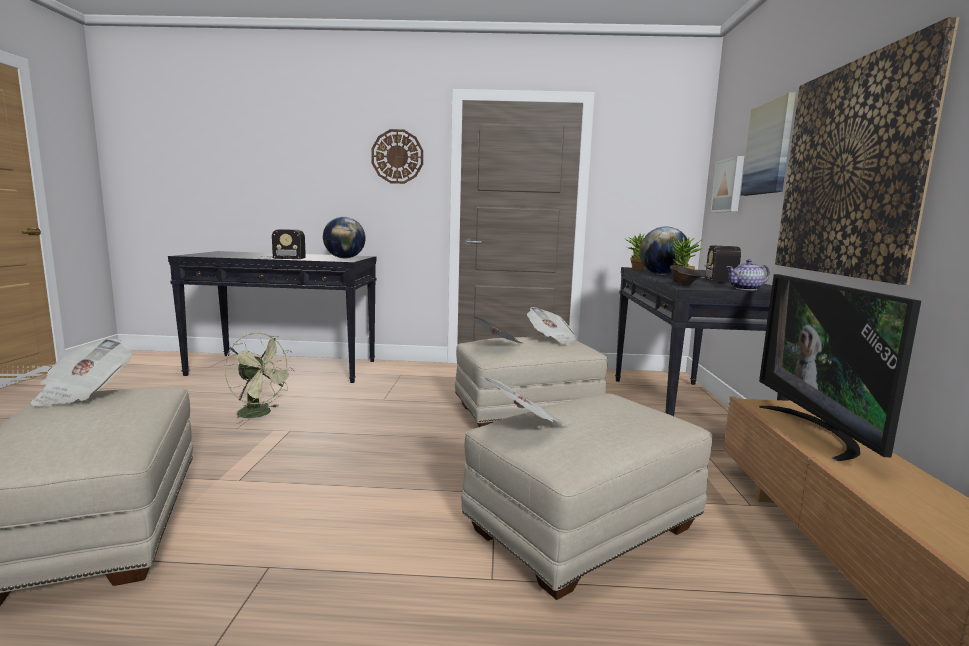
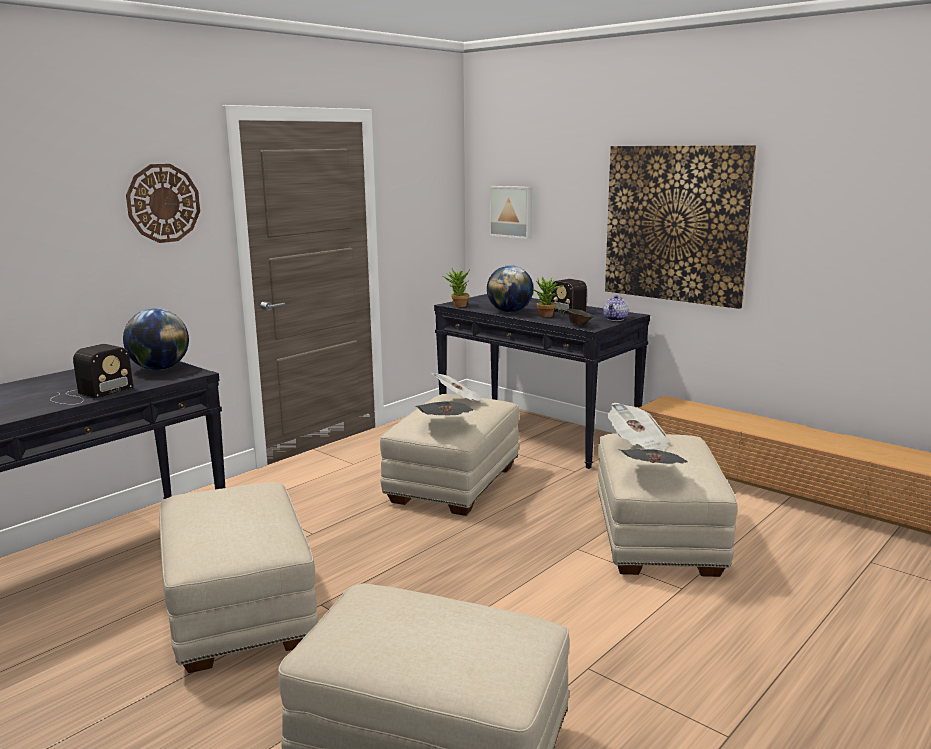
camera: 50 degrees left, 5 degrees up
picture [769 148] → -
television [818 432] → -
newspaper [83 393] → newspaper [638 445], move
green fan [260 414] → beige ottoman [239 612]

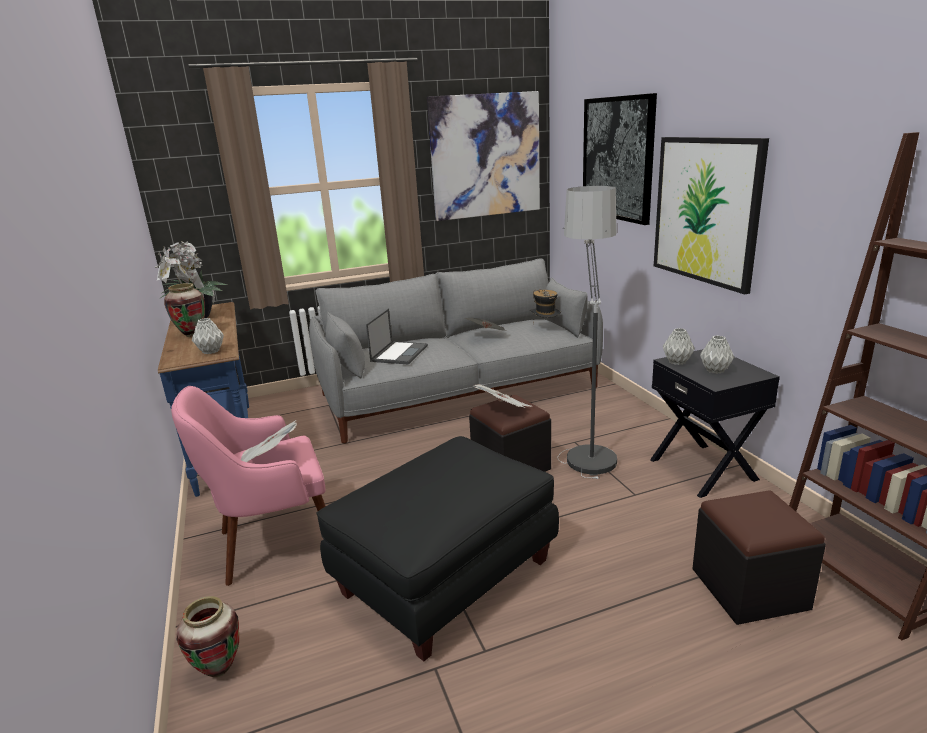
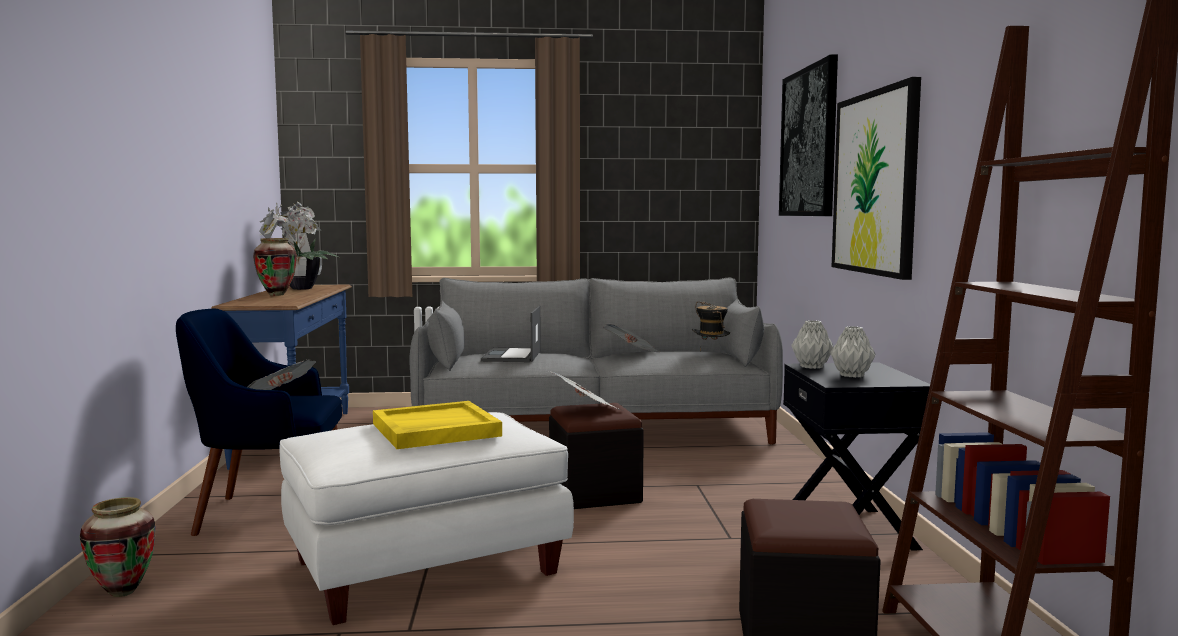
camera: 15 degrees right, 15 degrees down
grey vase [210 351] → -
picture [485 156] → -
floor lamp [586 443] → -
- → yellow tray [435 430]
pink armchair [274 543] → blue armchair [270 513]
black ottoman [446 576] → white ottoman [426 566]
laptop [399 353] → laptop [512 356], 150 degrees clockwise

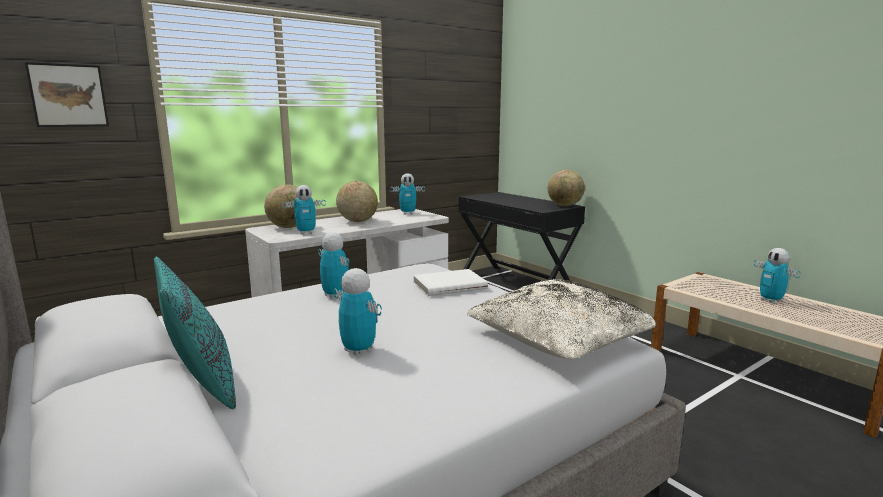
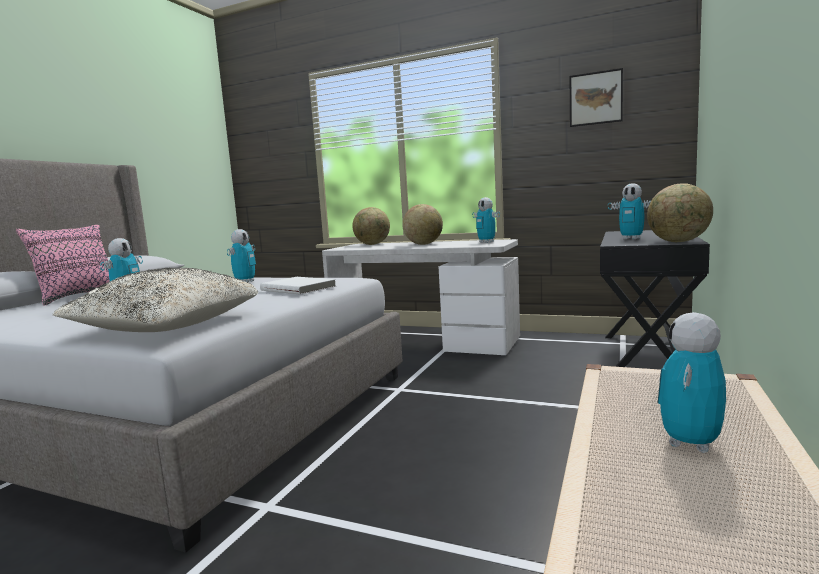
camera: 60 degrees right, 5 degrees down
picture [68 95] → picture [595 98], move
toy robot [306 233] → toy robot [631 239], move
turquoise pillow [201 384] → pink pillow [79 297]

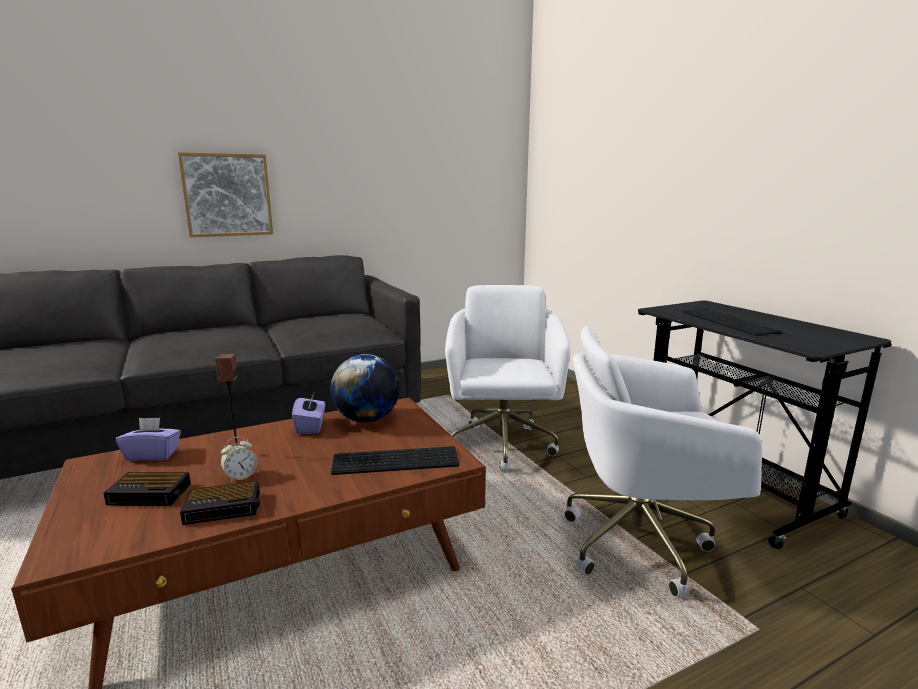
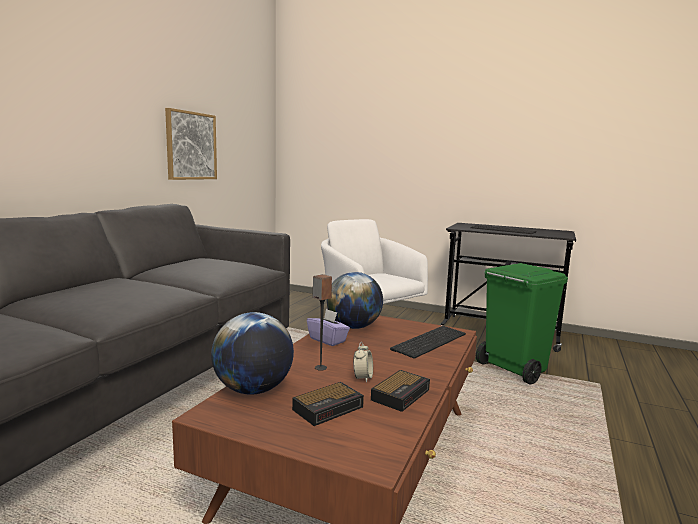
camera: 40 degrees left, 5 degrees down
picture [227 195] → picture [191 146], move
purple tissue box [153 455] → globe [253 390]
white office chair [642 545] → green trash can [514 369]

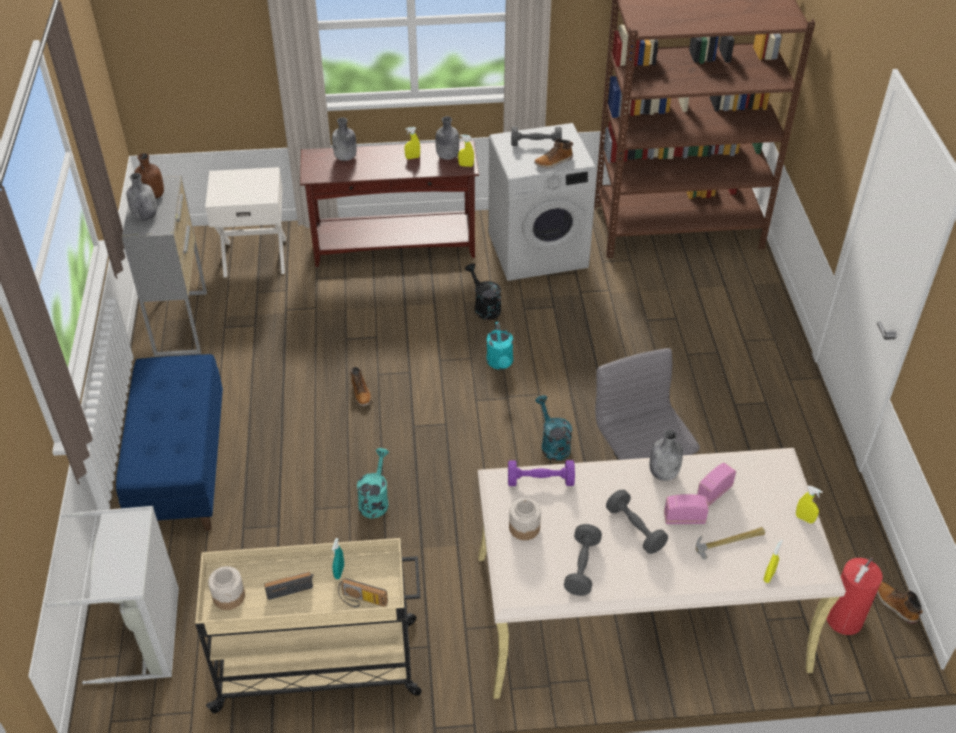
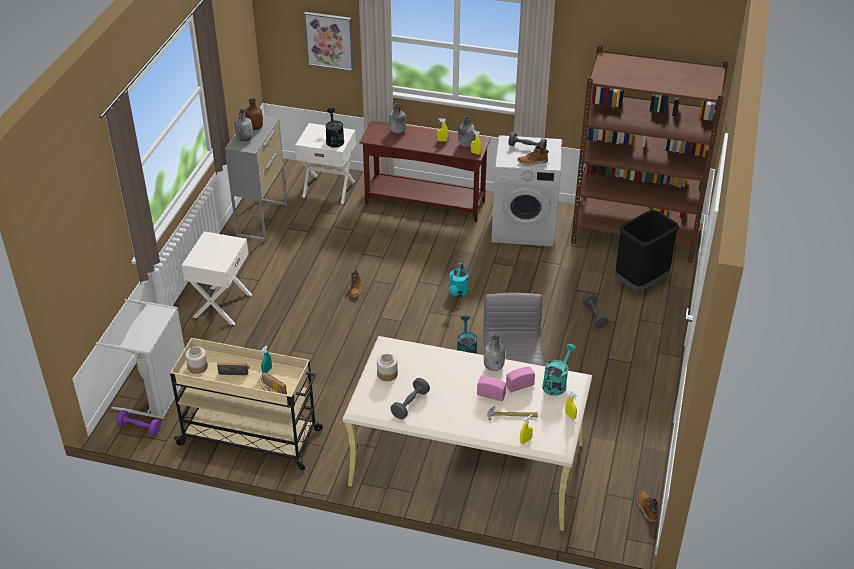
camera: 20 degrees right, 5 degrees down
fire extinguisher [845 618] → -
- → picture [329 40]
- → black trash can [640 283]
turquoise watering can [375 500] → turquoise watering can [556 383], move
black watering can [484 307] → black watering can [334 139], move
purple dumbbell [540 481] → purple dumbbell [139 428], move
grey dumbbell [635 529] → grey dumbbell [594 316], move
blue bench [180 468] → white nightstand [221 305]

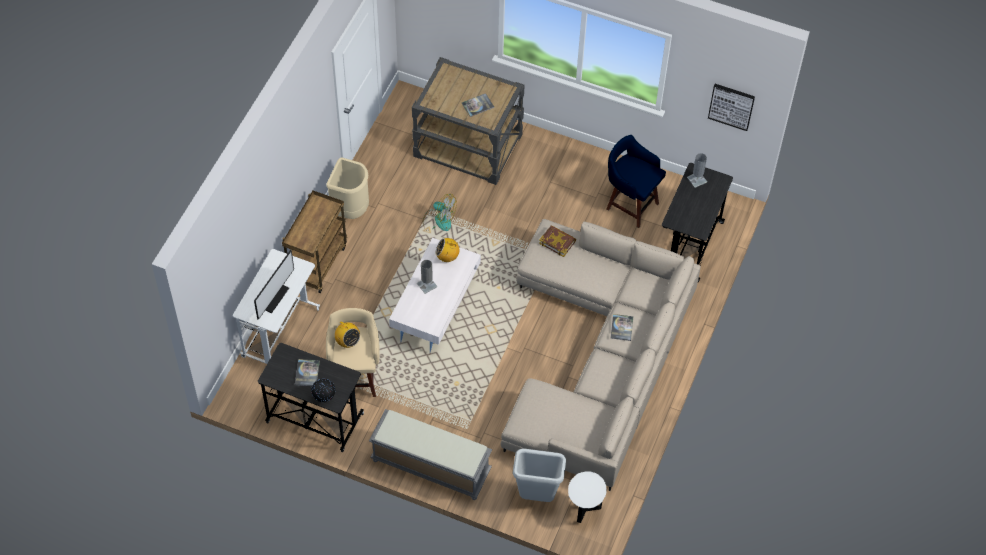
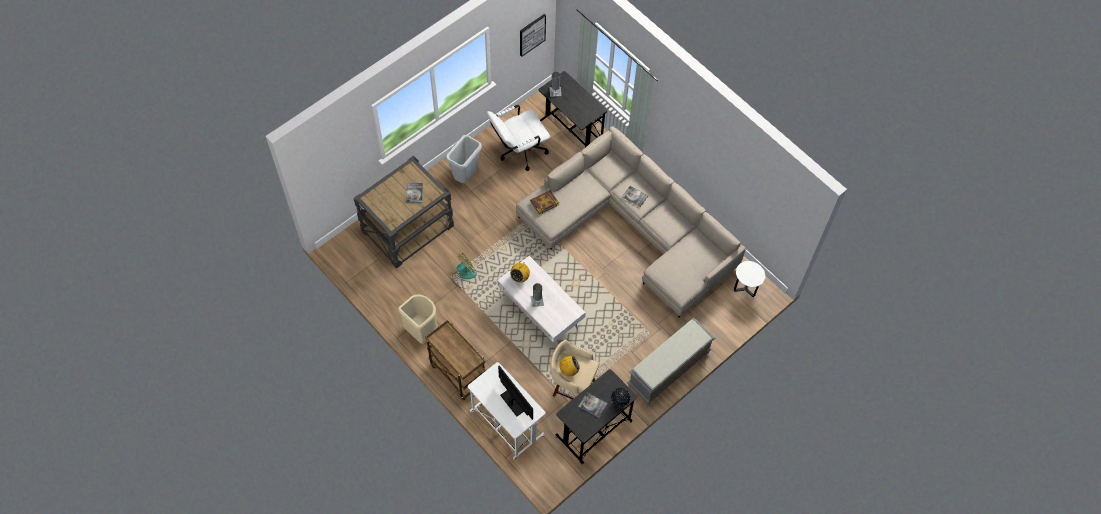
camera: 65 degrees left, 5 degrees up
grey trash can [537 495] → grey trash can [465 176], move
blue stool [630 205] → white office chair [518 152]

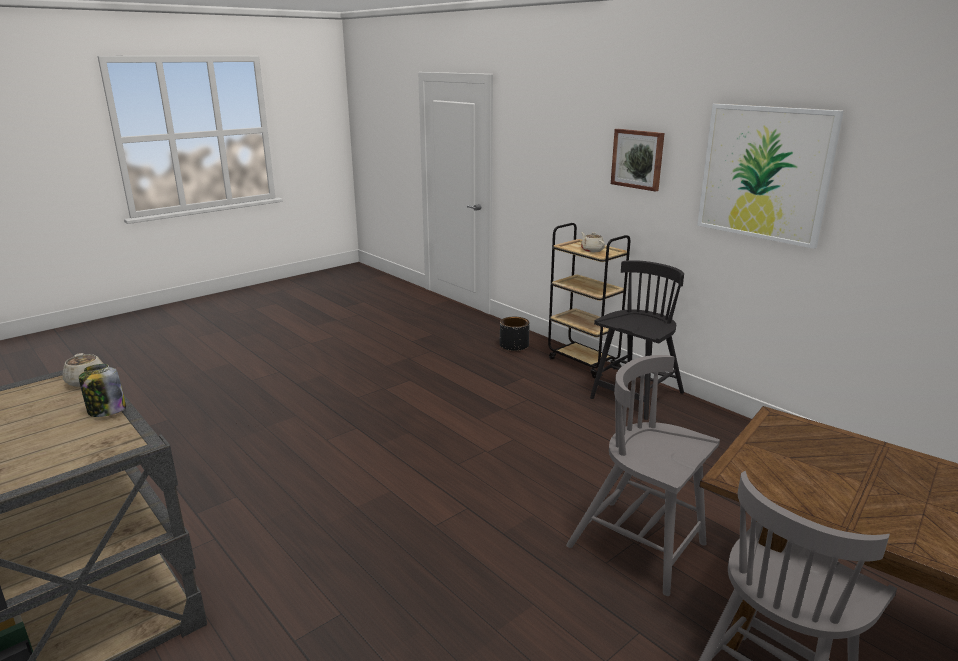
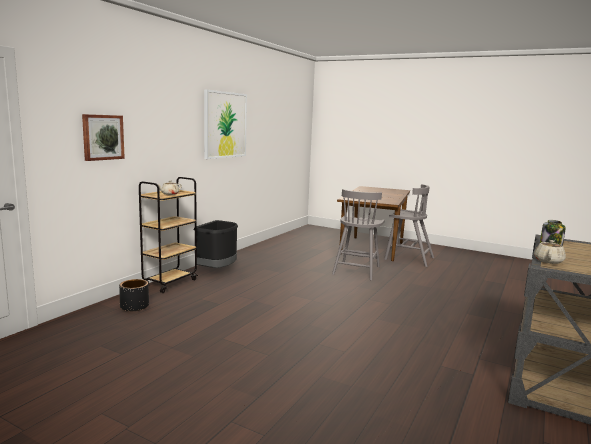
camera: 110 degrees left, 10 degrees down
picture [638 159] → picture [102 137], move
black chair [636 396] → black trash can [217 270]

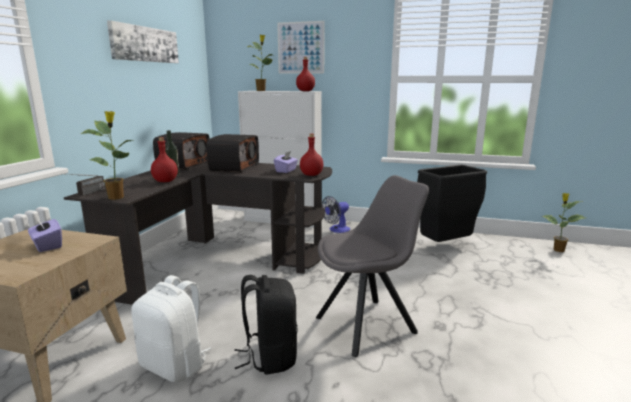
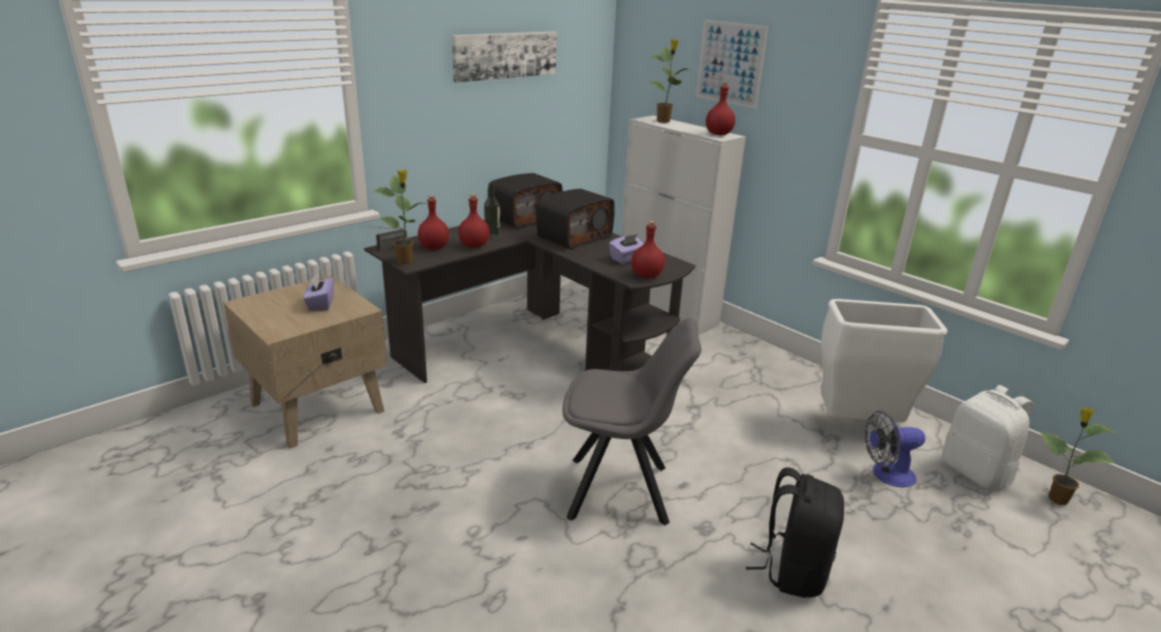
camera: 30 degrees right, 10 degrees up
- → red bottle [434 247]
white backpack [175 365] → white backpack [976 472], move
black backpack [270 356] → black backpack [792 570], move
fan [336 230] → fan [886 475], move
black trash can [445 246] → white trash can [858 426]

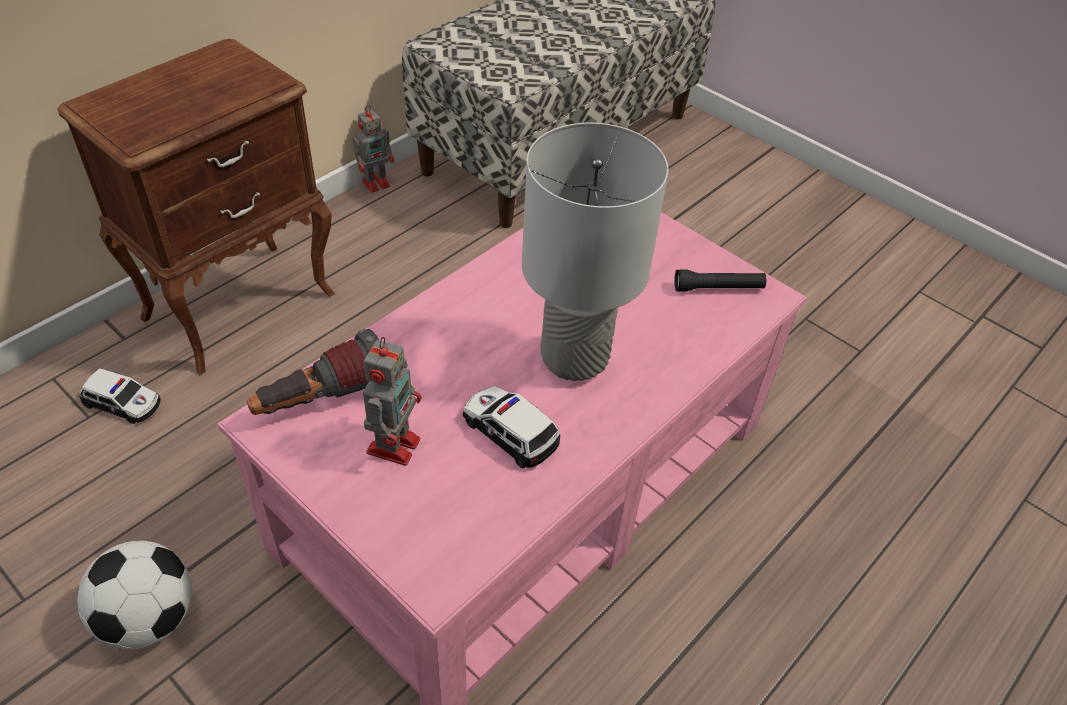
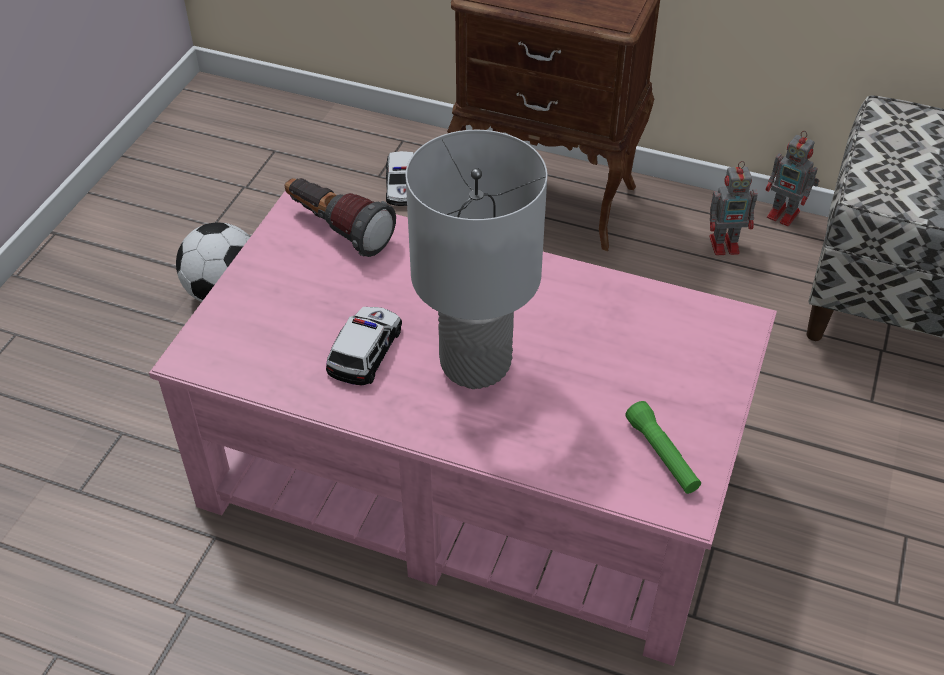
camera: 70 degrees right, 0 degrees up
toy robot [394 443] → toy robot [726 244], move
black flashlight [718 288] → green flashlight [662 455]

